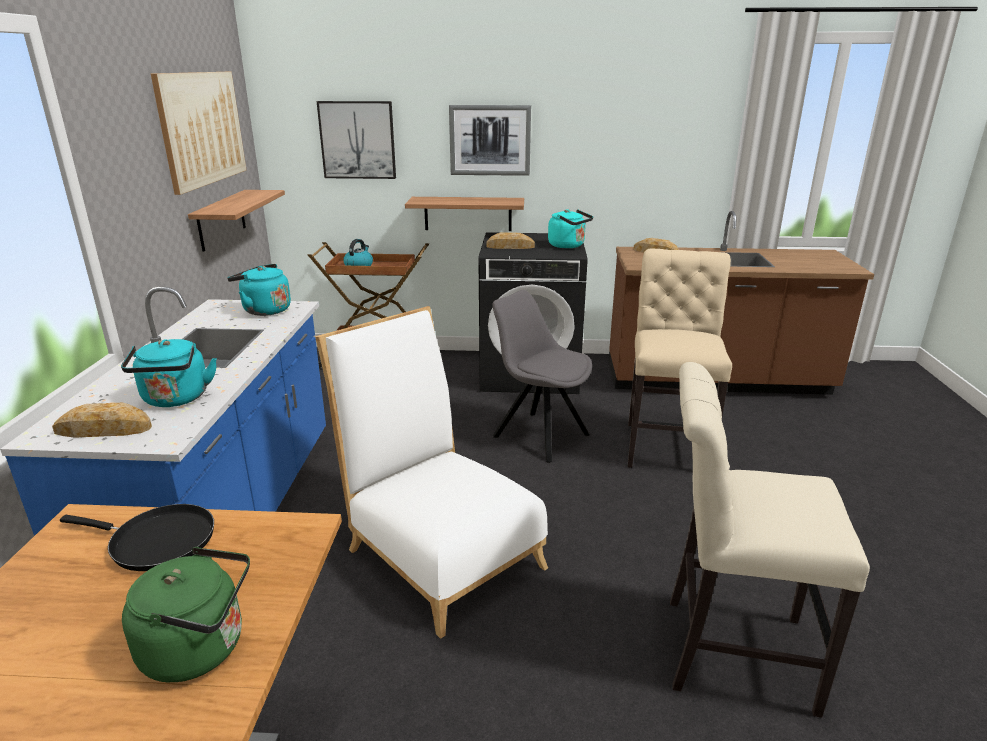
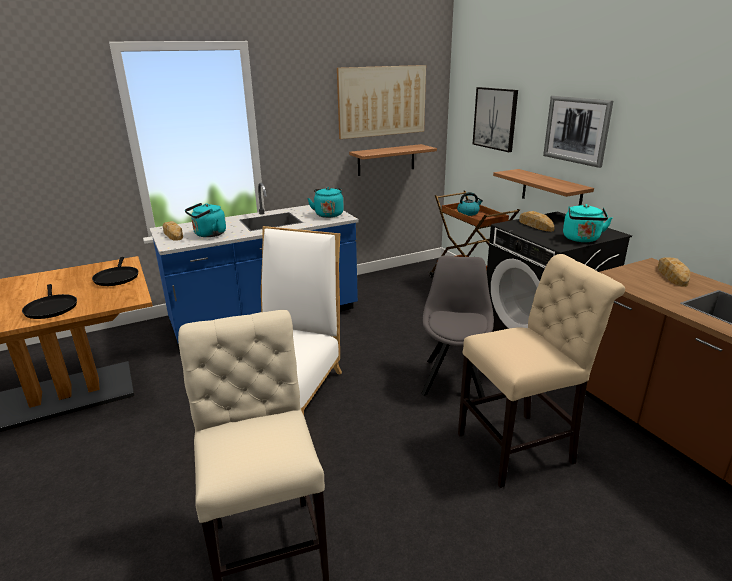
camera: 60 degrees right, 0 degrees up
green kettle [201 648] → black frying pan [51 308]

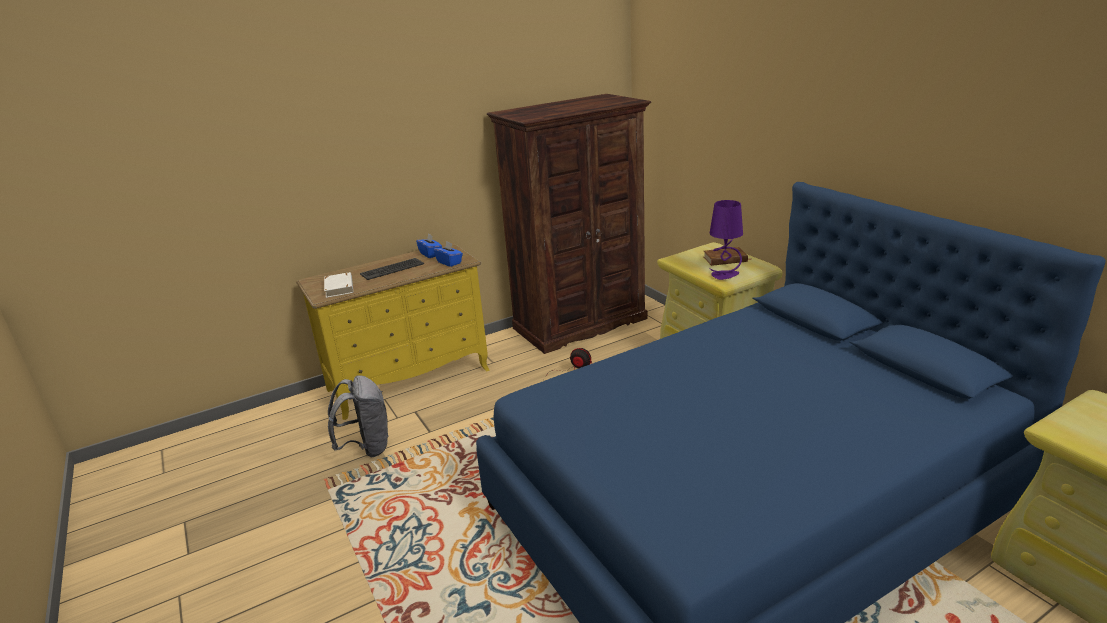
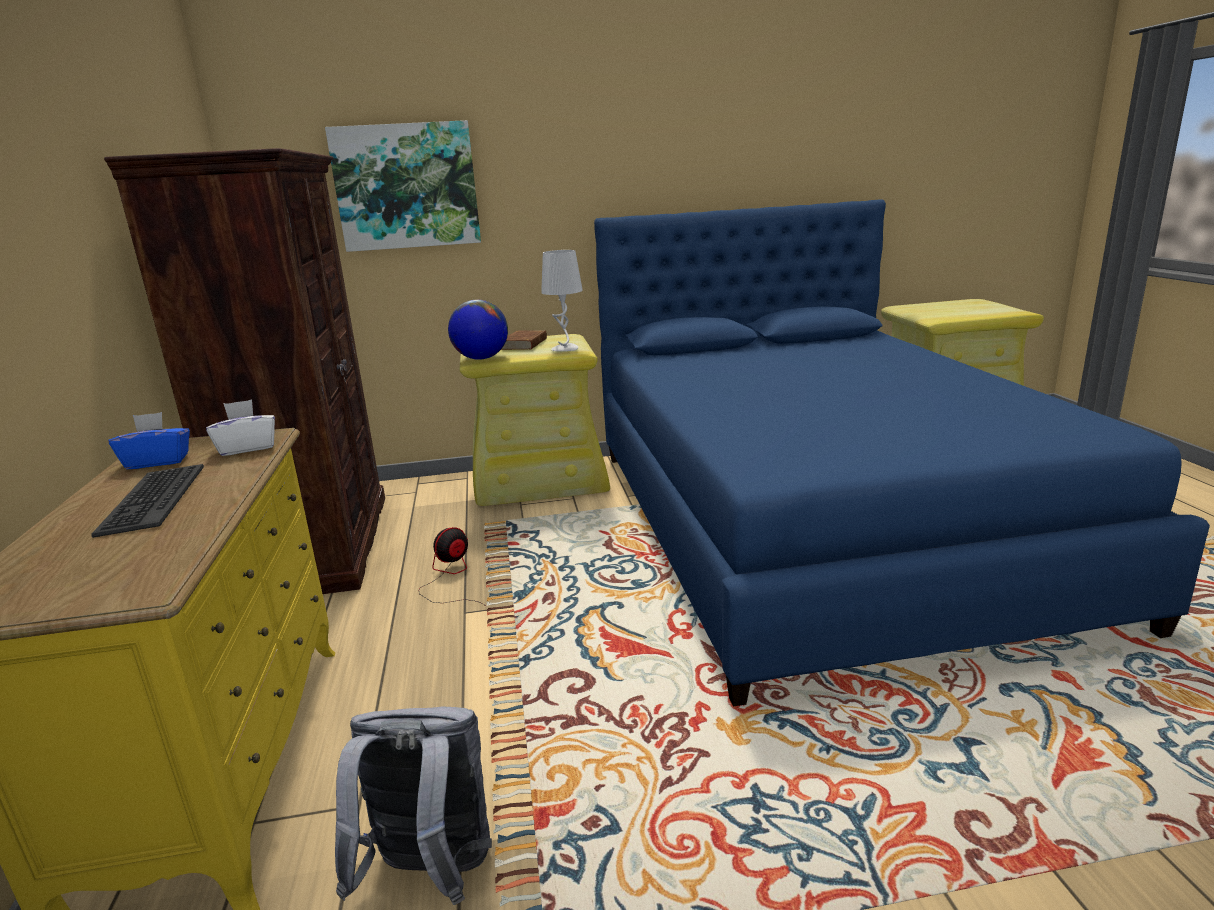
camera: 70 degrees left, 5 degrees down
white book [339 287] → -
- → picture [406 186]
- → globe [481 358]
blue tissue box [449 262] → white tissue box [247 448]
purple table lamp [725 275] → grey table lamp [565 349]

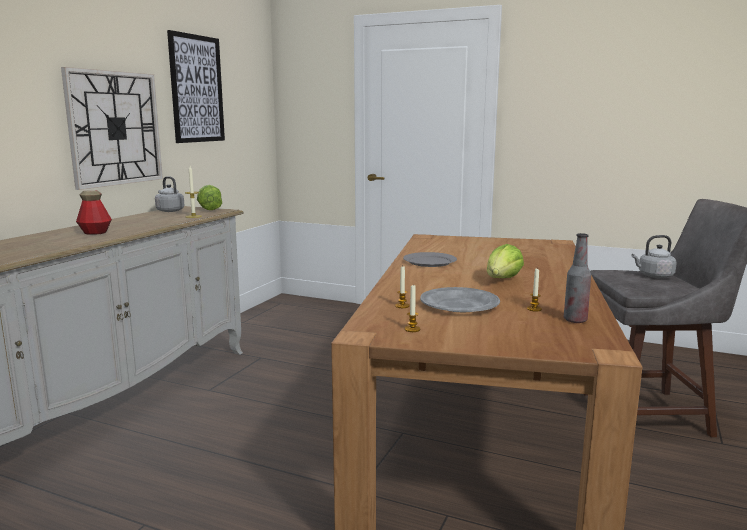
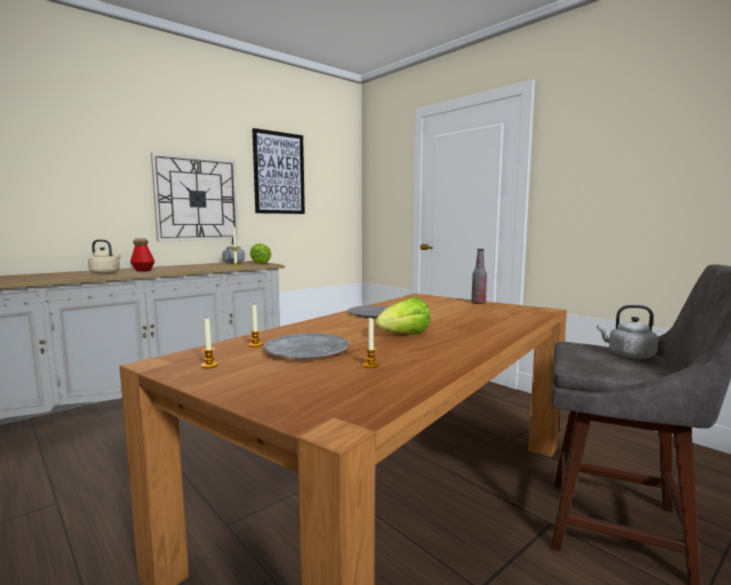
camera: 25 degrees right, 5 degrees down
- → beige kettle [106 273]
bottle [575 320] → bottle [478 303], move

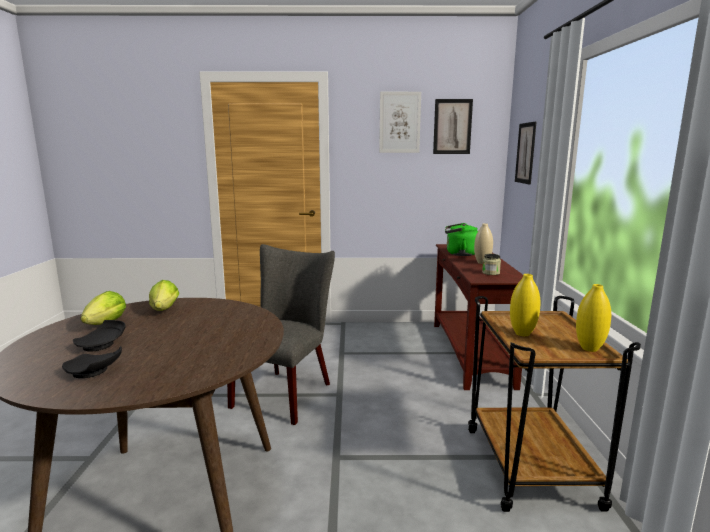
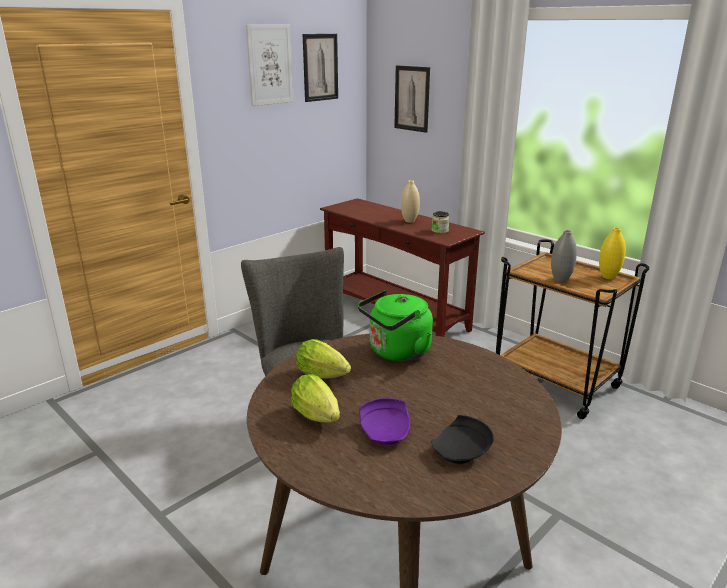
camera: 45 degrees left, 10 degrees up
green kettle [459 254] → green kettle [396 352], move
black plate [102 345] → purple plate [386 432]
yellow vase [522 333] → grey vase [560 280]

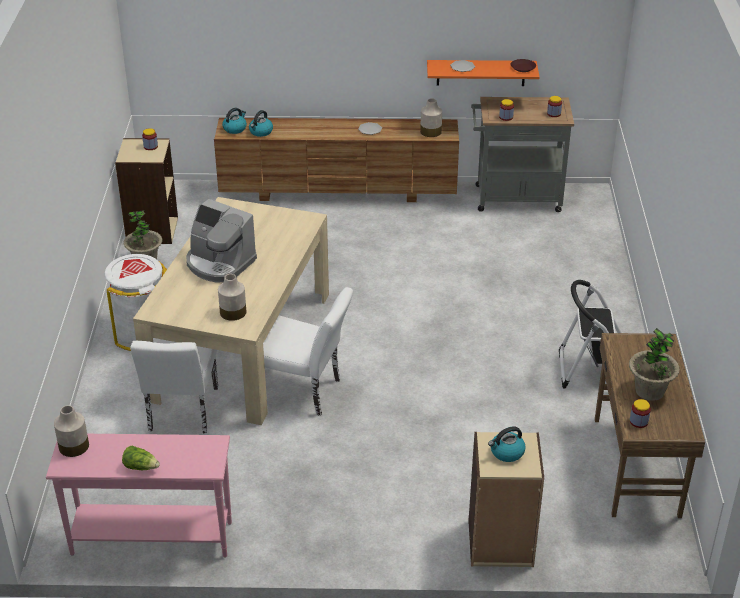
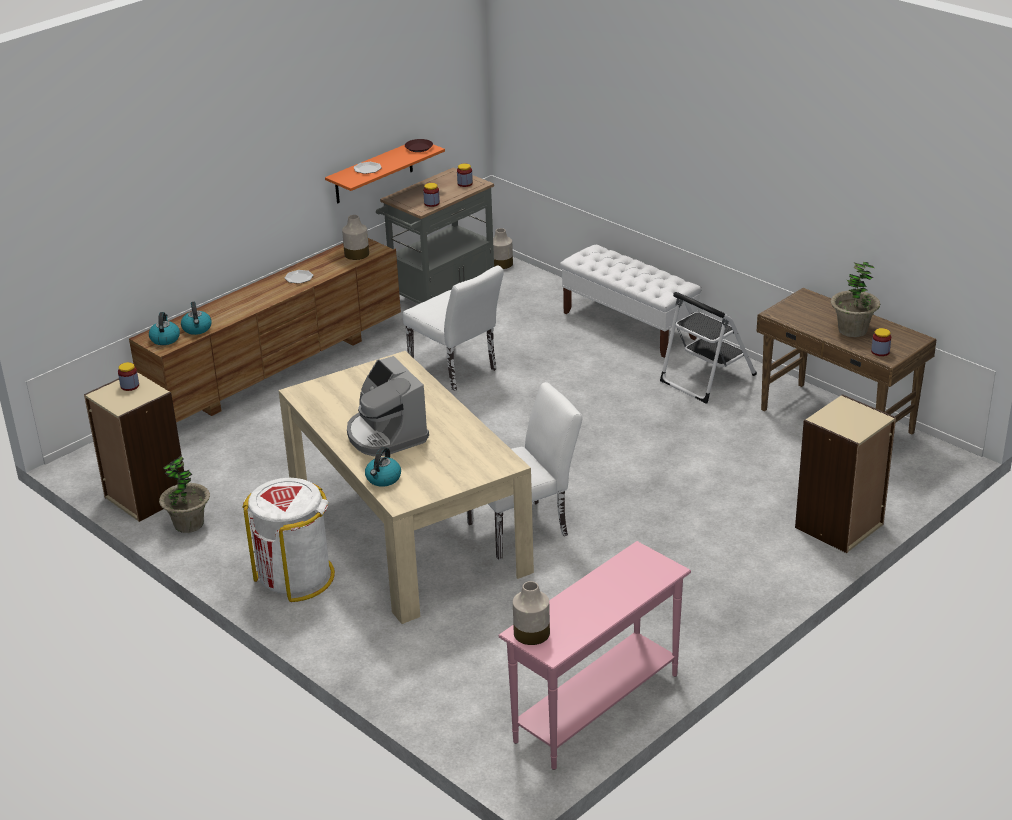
camera: 45 degrees left, 5 degrees down
lettuce [141 467] → -
- → white bench [629 325]
white chair [181 414] → white chair [457 371], move
beige vase [233 312] → beige vase [502 263], move
kettle [506 453] → kettle [383 479], move
coffee machine [219 263] → coffee machine [386 435], 75 degrees clockwise

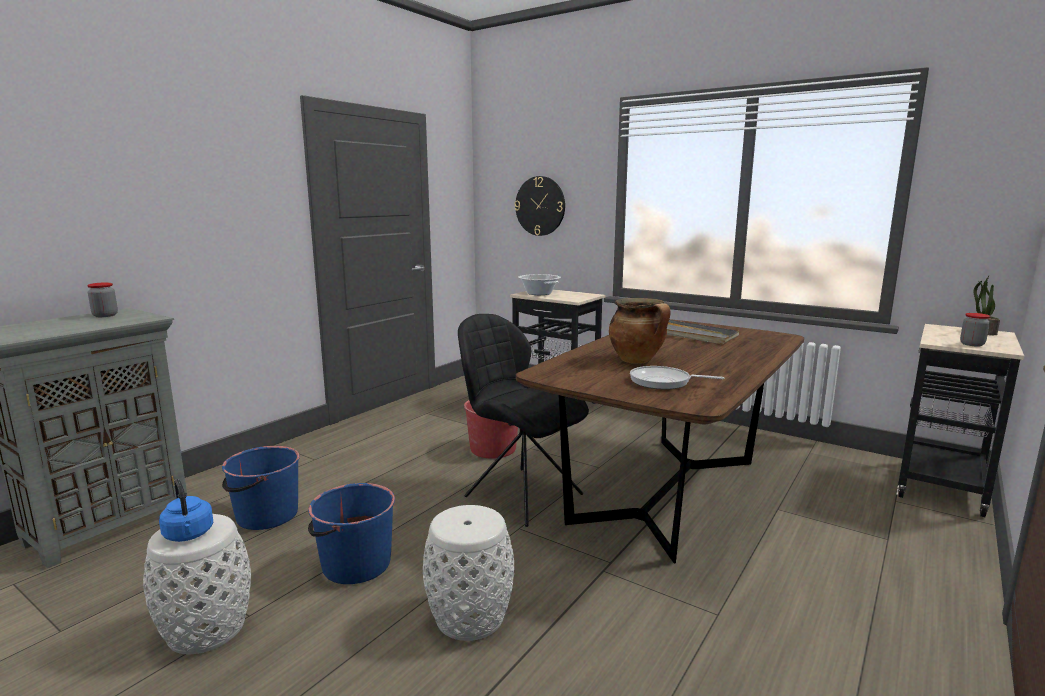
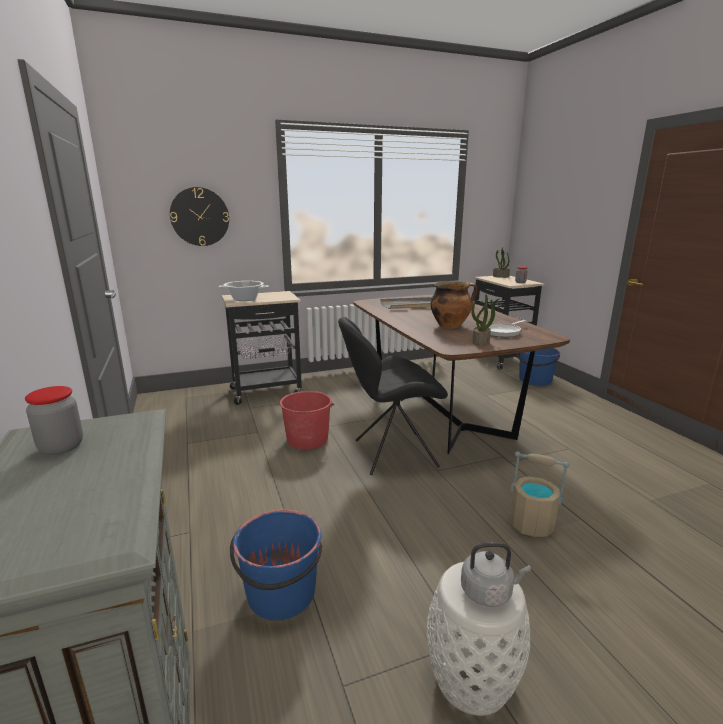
camera: 55 degrees left, 5 degrees up
- → potted plant [481 342]
blue bucket [355 565] → blue bucket [535 380], move
white stool [470 618] → beige bucket [532 524]
blue kettle [189 535] → grey kettle [489 592]

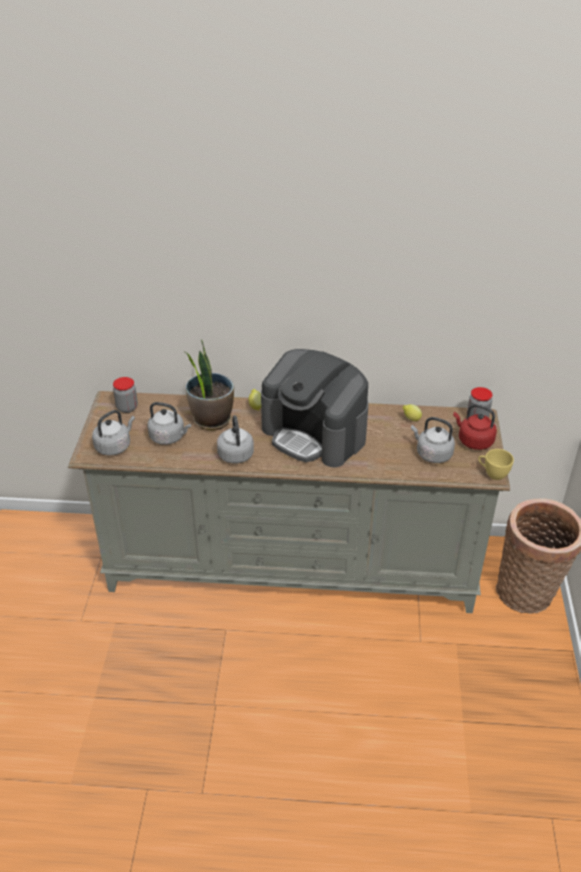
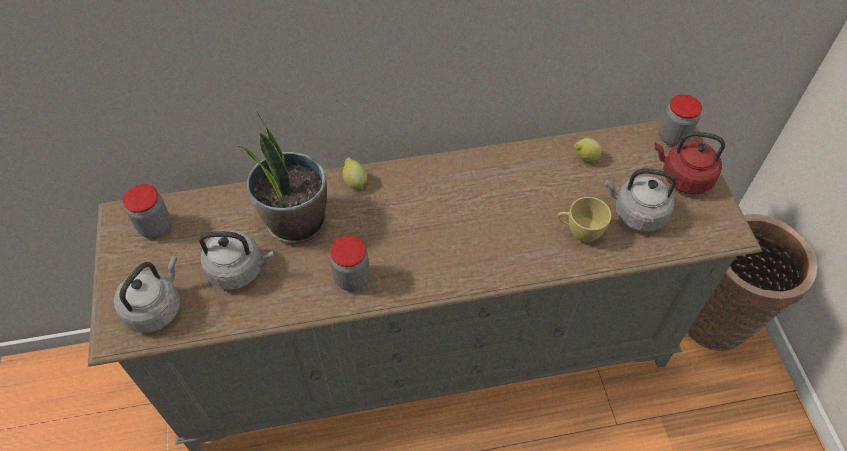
camera: 15 degrees left, 15 degrees up
coffee machine [315 434] → -
yellow cup [492 473] → yellow cup [579 231], move
grey kettle [235 453] → jar [352 278]

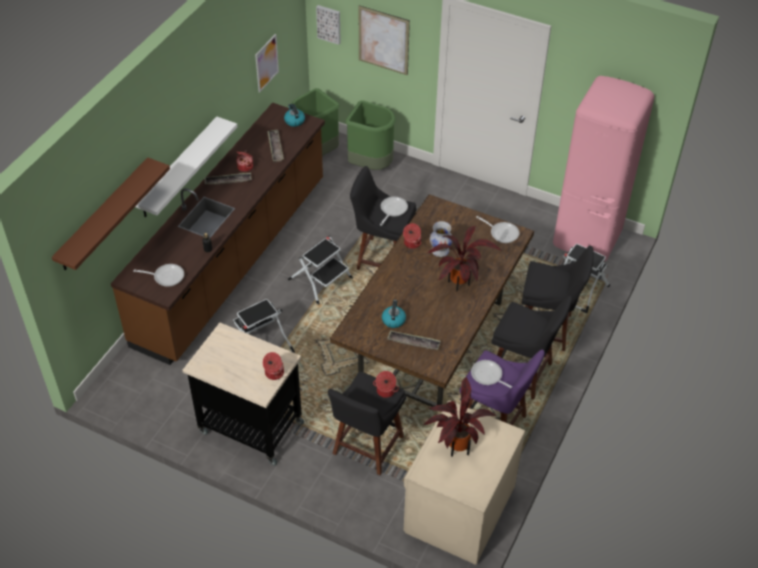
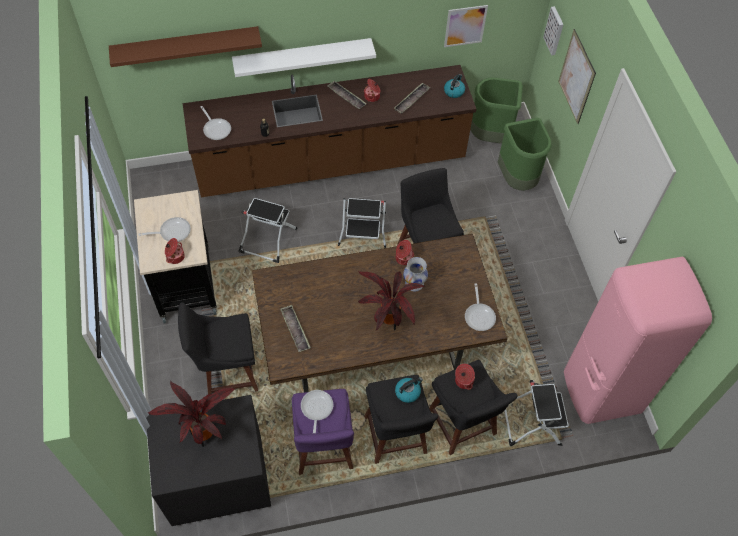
camera: 50 degrees right, 10 degrees up
cooking pot [385 391] → cooking pot [463 381], move
frying pan [392 210] → frying pan [172 232], move
kettle [393 320] → kettle [408 392], move
beige washing machine [457 510] → black washing machine [216 478]

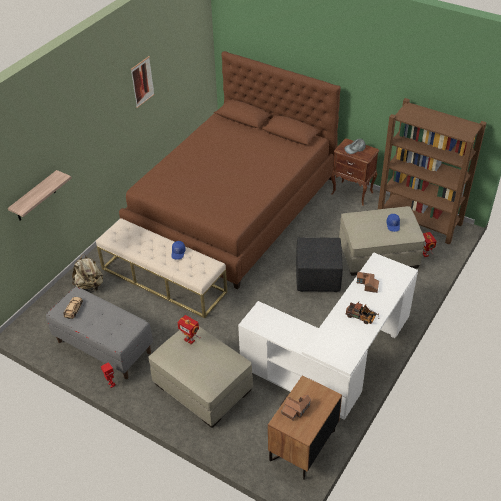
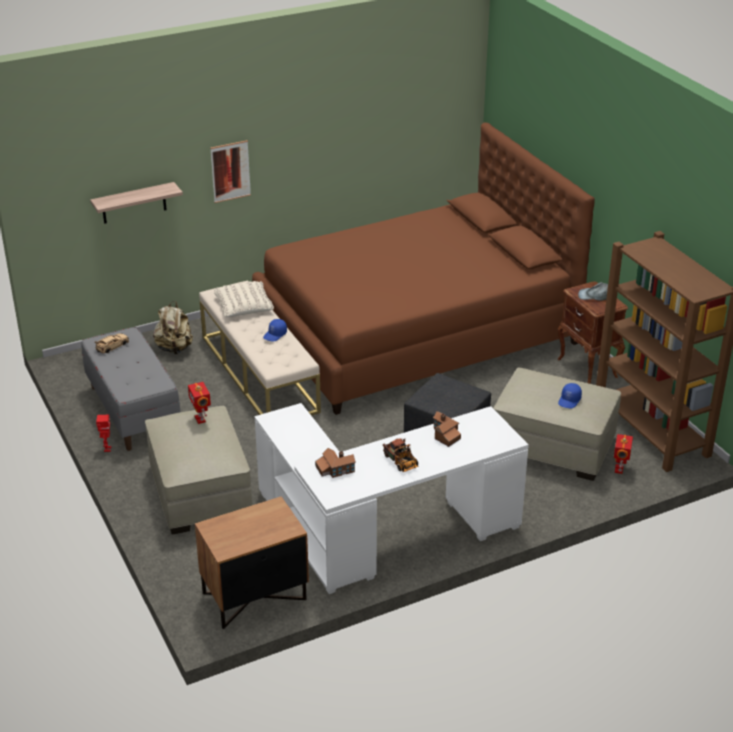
camera: 30 degrees right, 10 degrees down
- → beige pillow [244 306]
picture [142 82] → picture [230 171], move
toy house [296 409] → toy house [335 469], move

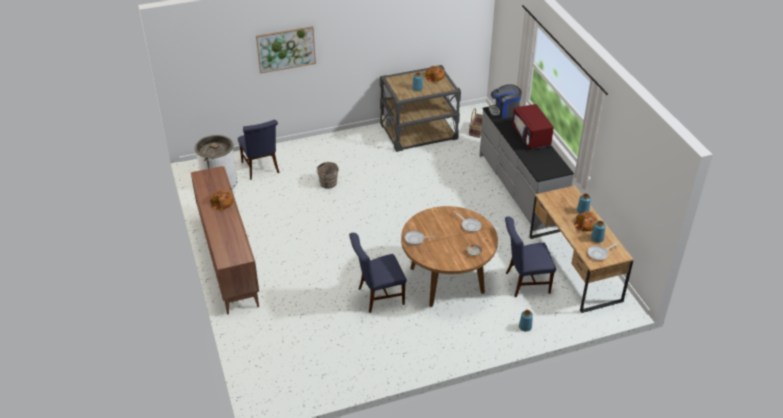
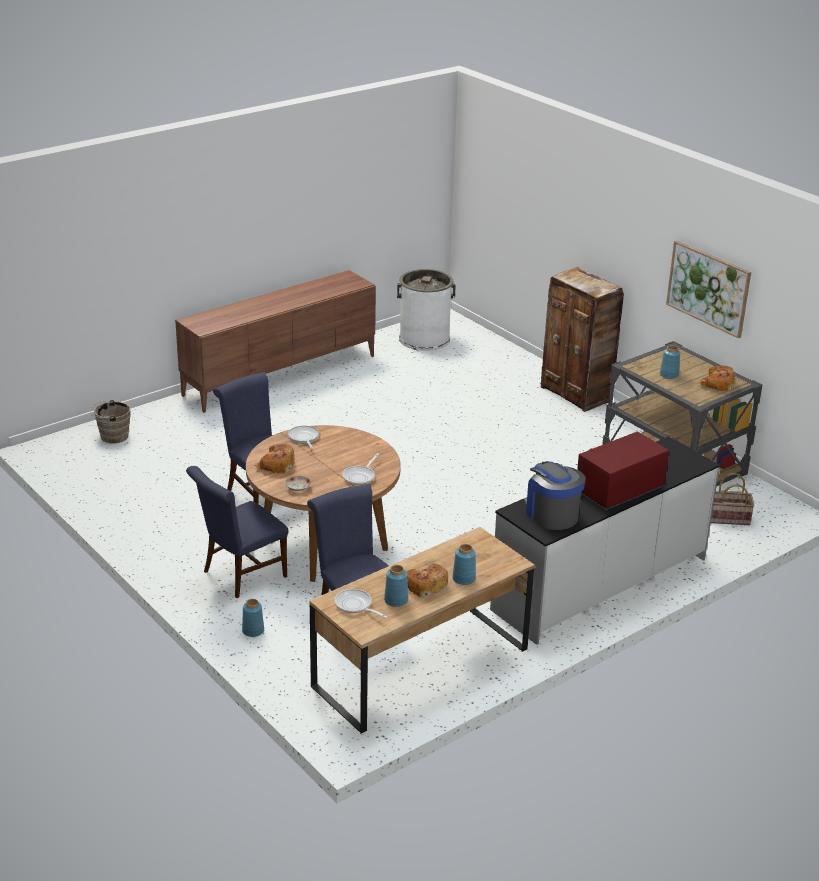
camera: 70 degrees right, 10 degrees down
- → brown cabinet [576 394]
bread [222 203] → bread [276 465], move
blue chair [261 169] → blue chair [240 575], move
picture [286 49] → picture [708 288], move
brown bucket [328 184] → brown bucket [112 436], move
coffee machine [504 111] → coffee machine [551 514], move

